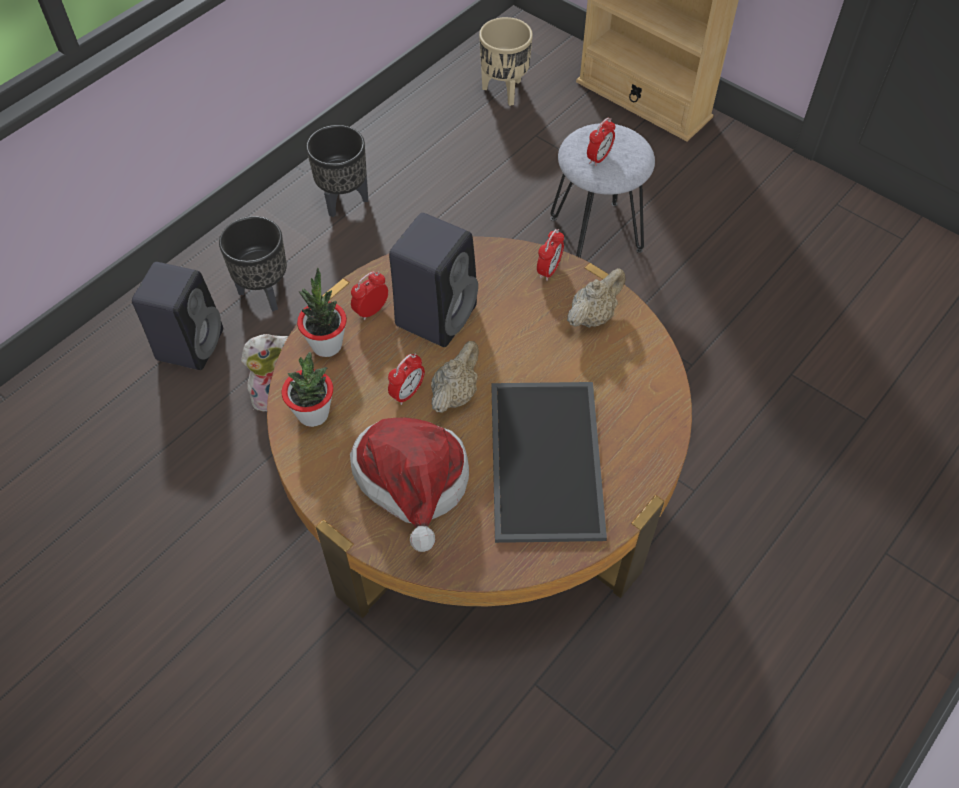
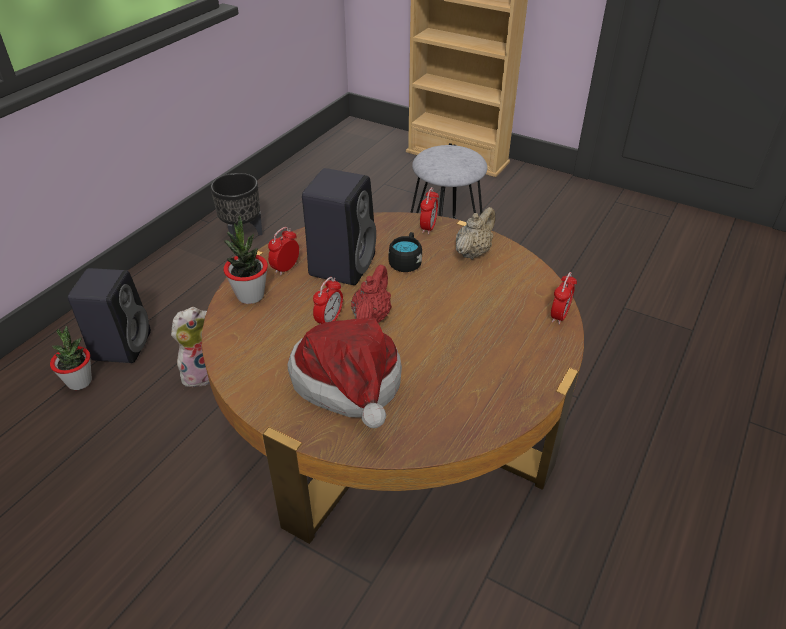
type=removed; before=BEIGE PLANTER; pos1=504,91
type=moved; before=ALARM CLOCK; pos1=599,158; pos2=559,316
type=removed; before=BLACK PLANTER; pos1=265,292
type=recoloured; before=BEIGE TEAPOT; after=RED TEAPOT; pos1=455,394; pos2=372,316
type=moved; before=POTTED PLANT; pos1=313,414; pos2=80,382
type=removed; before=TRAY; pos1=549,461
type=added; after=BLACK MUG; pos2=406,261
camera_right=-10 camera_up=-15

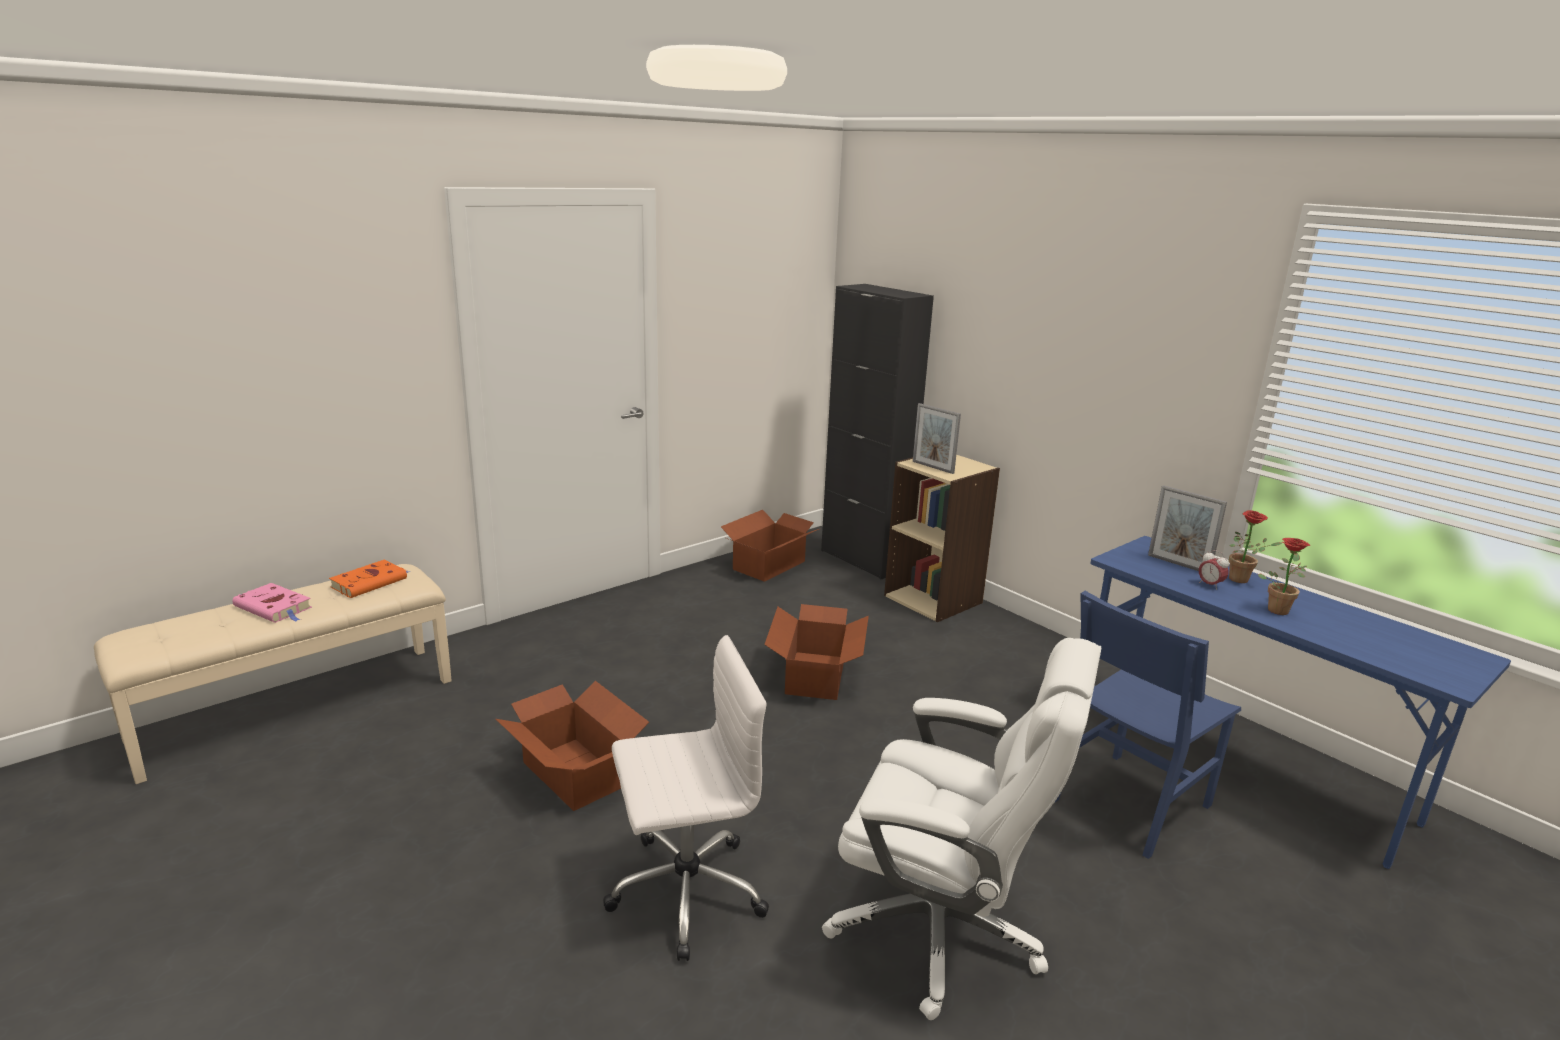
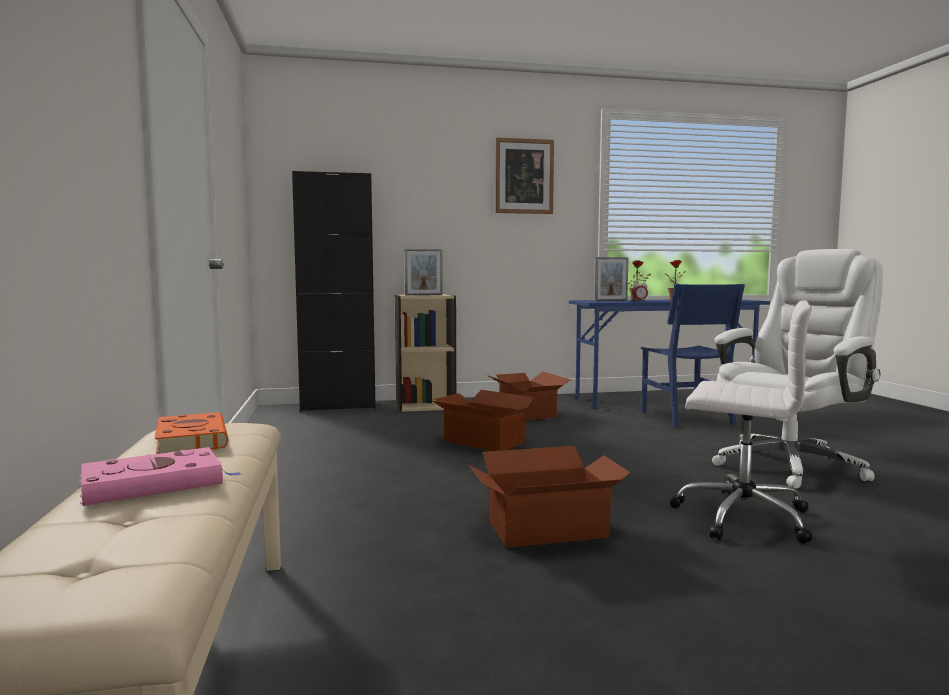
type=moved; before=CARDBOARD BOX; pos1=770,565; pos2=527,412
type=turned; before=WHITE OFFICE CHAIR; pos1=684,891; pos2=740,516; turn=105
type=added; after=PICTURE; pos2=524,176
camera_right=-60 camera_up=-15

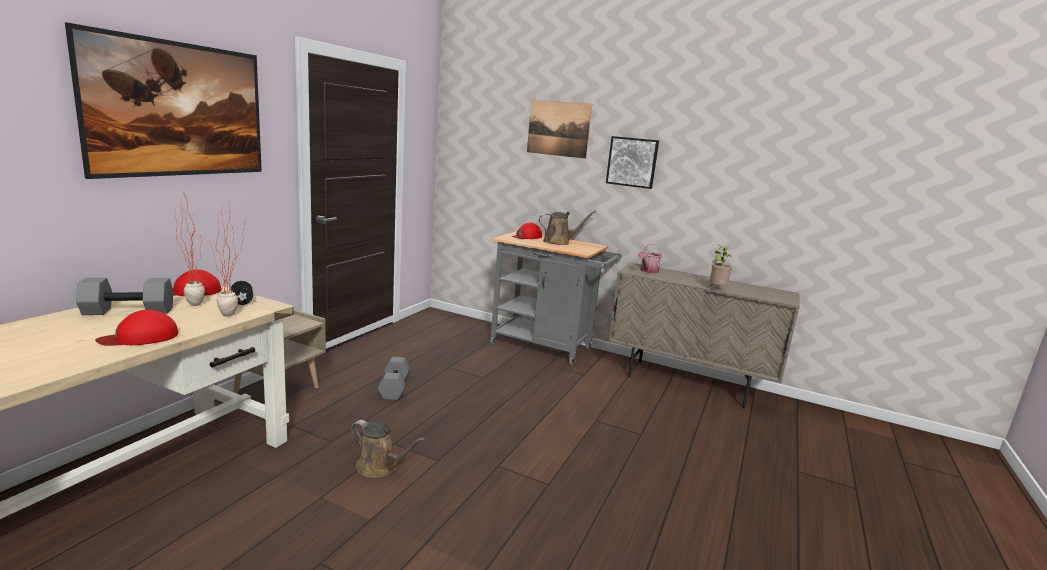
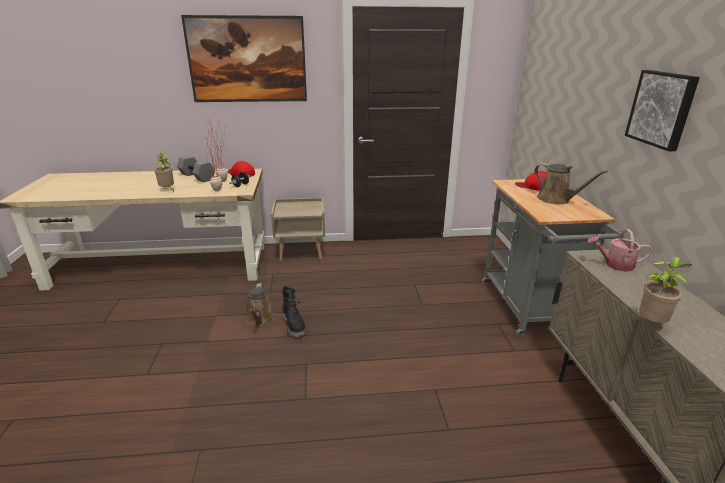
type=removed; before=PICTURE; pos1=558,128
type=replaced; before=RED CAP; after=POTTED PLANT; pos1=140,337; pos2=167,190
type=removed; before=GREY DUMBBELL; pos1=394,388
type=added; after=BLACK BOOT; pos2=294,325
camera_right=60 camera_up=10

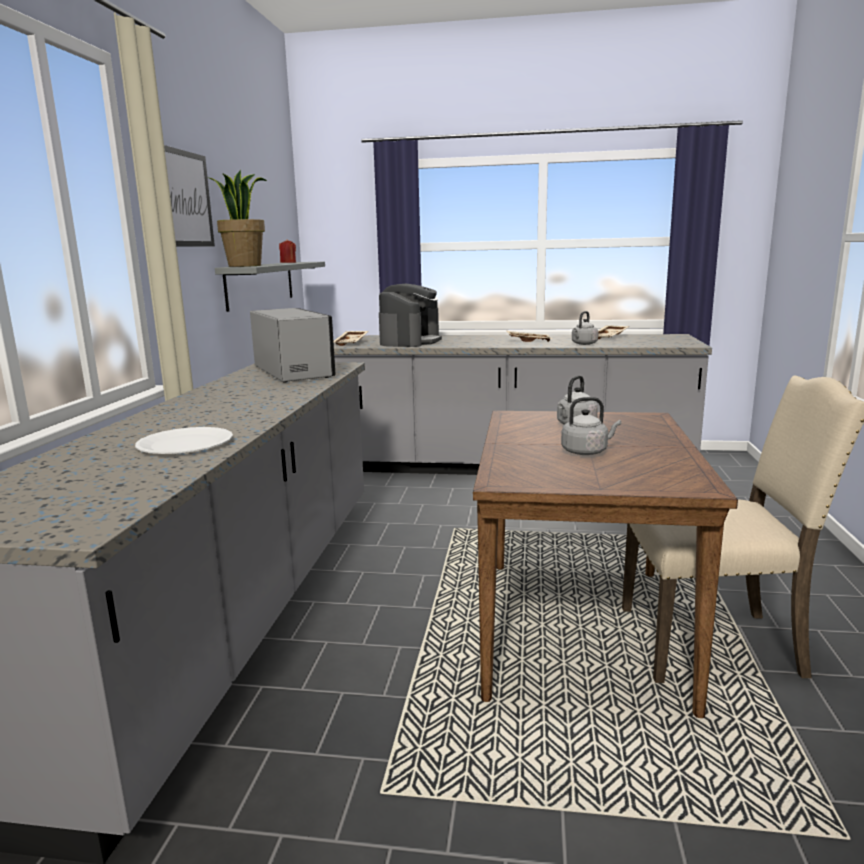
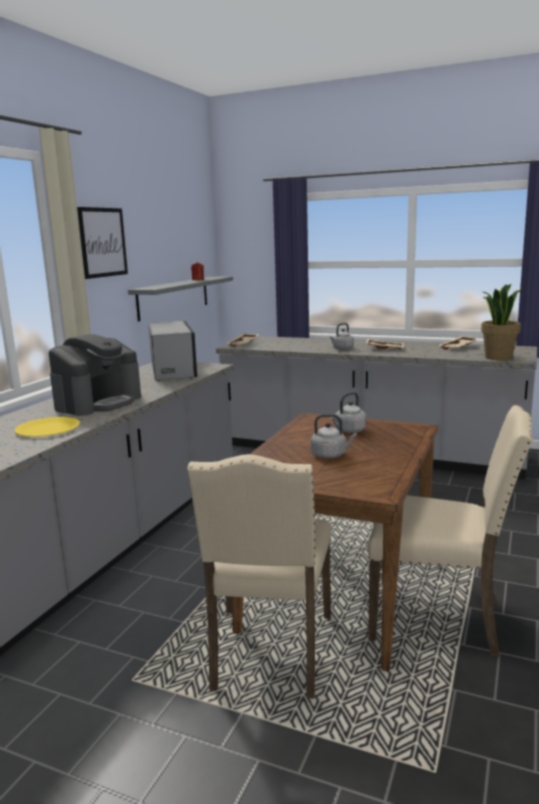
type=moved; before=POTTED PLANT; pos1=244,266; pos2=498,357
type=moved; before=COFFEE MACHINE; pos1=410,341; pos2=98,403
type=moved; before=GREY KETTLE; pos1=583,344; pos2=342,349
type=recoloured; before=WHITE PLATE; after=YELLOW PLATE; pos1=185,444; pos2=48,429
type=added; after=BEIGE CHAIR; pos2=270,653
camera_right=15 camera_up=0

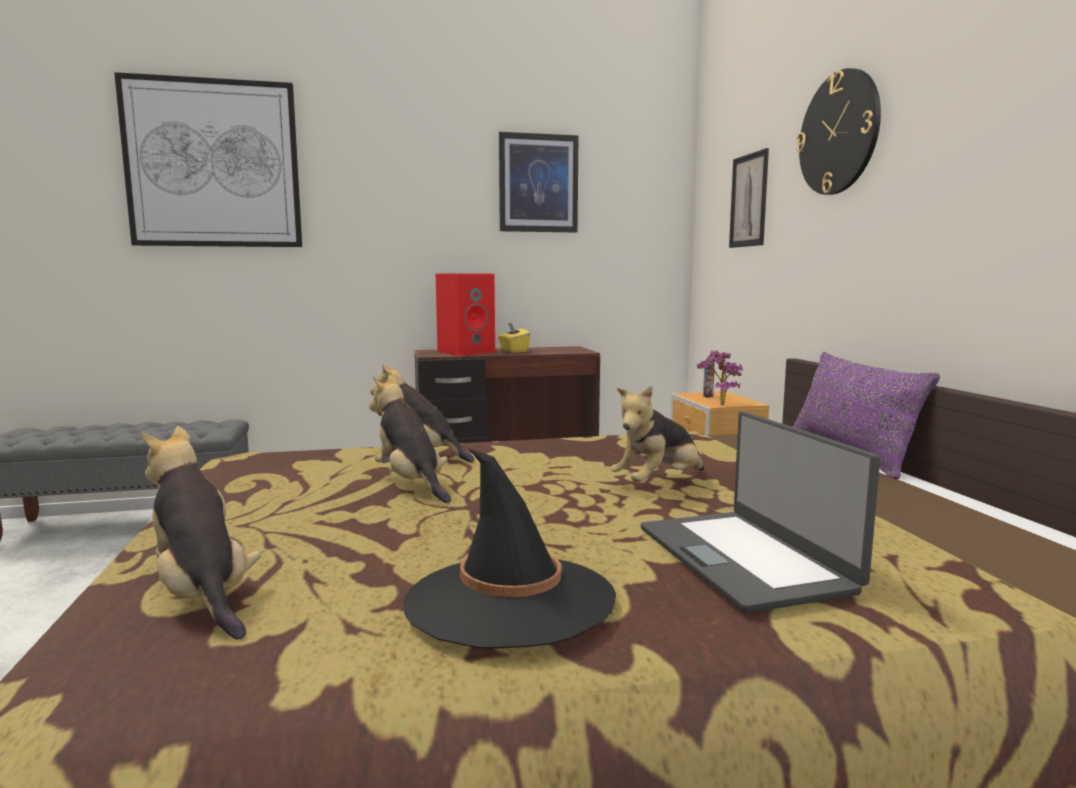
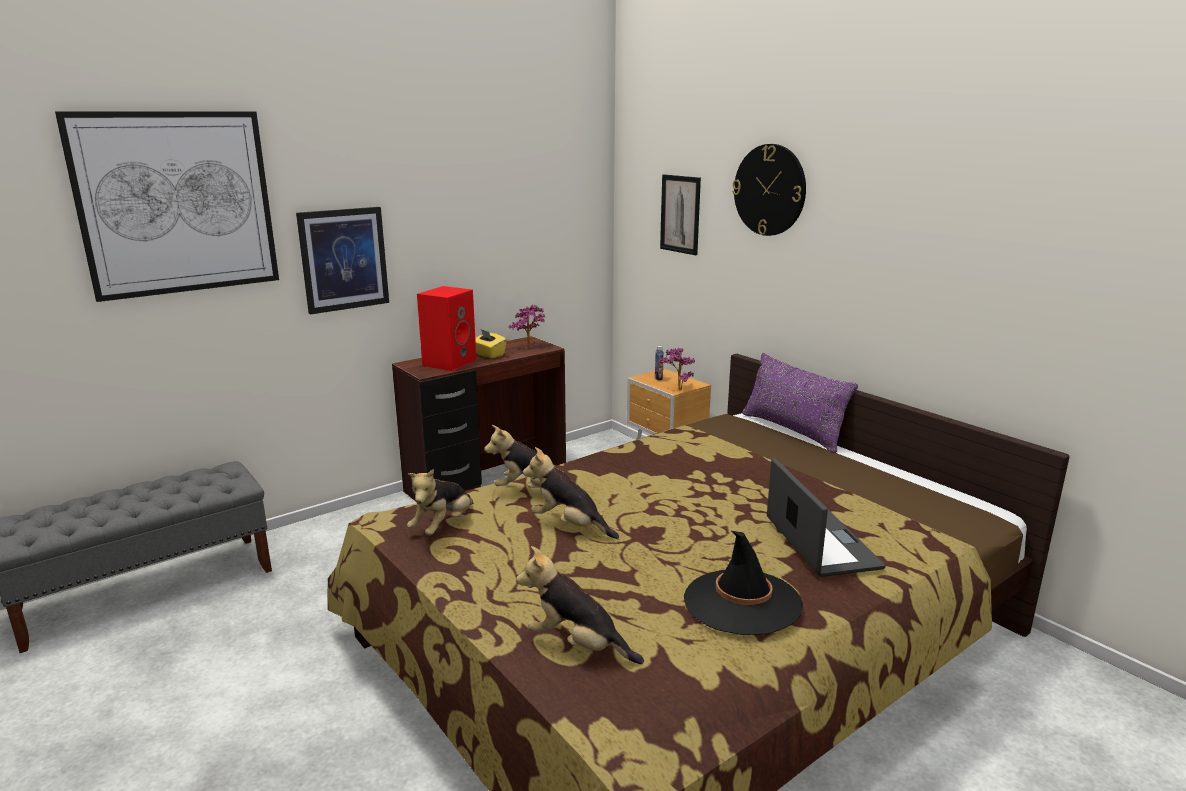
type=moved; before=PICTURE; pos1=538,183; pos2=344,259
type=moved; before=PLUSH TOY; pos1=658,483; pos2=443,526
type=turned; before=LAPTOP; pos1=744,558; pos2=820,543; turn=-150
type=added; after=POTTED PLANT; pos2=530,345
camera_right=-25 camera_up=10

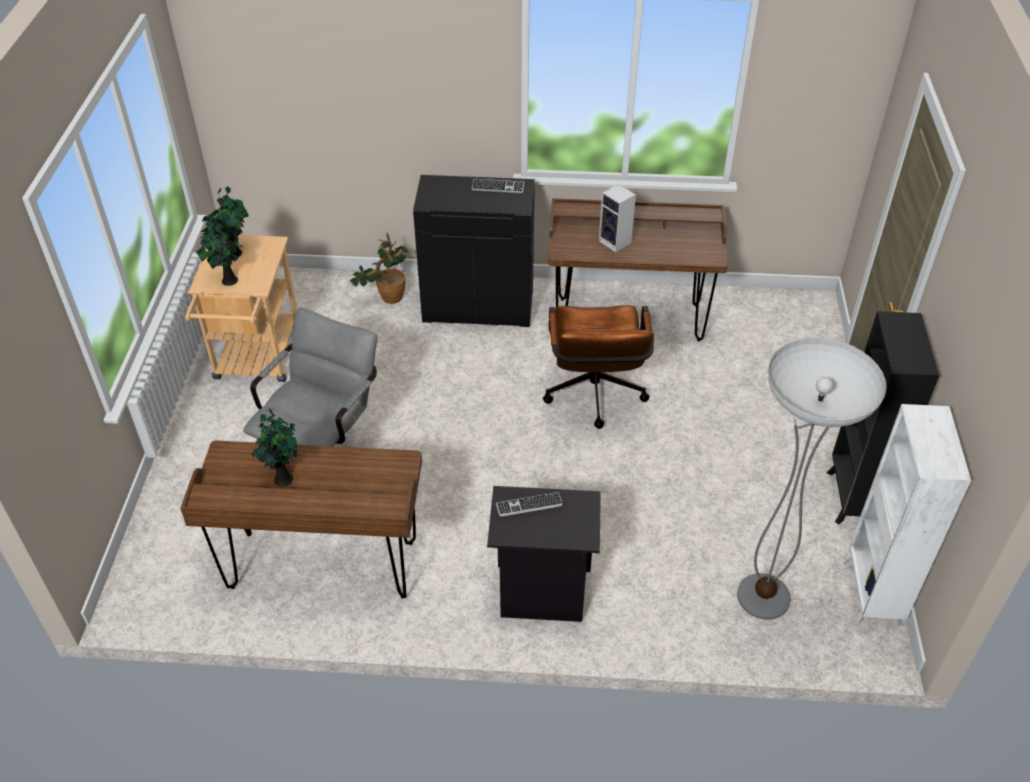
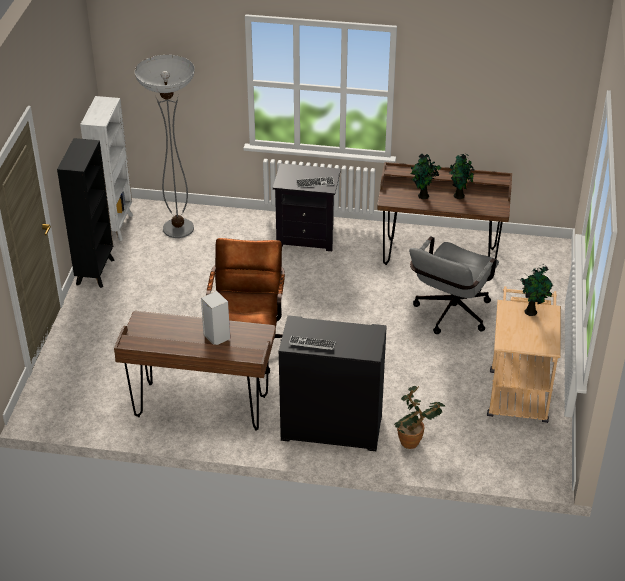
type=moved; before=POTTED PLANT; pos1=235,252; pos2=423,196
camera_right=-175 camera_up=-5

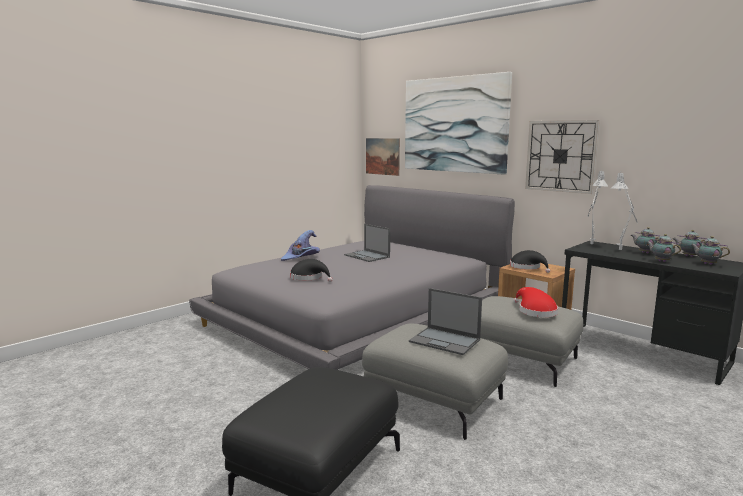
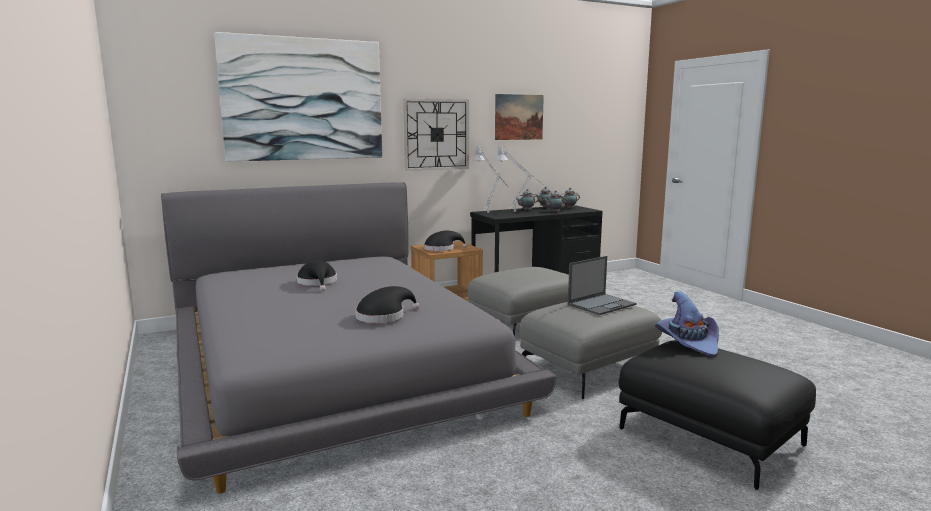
type=moved; before=PICTURE; pos1=382,156; pos2=519,117
type=replaced; before=LAPTOP; after=BLACK HAT; pos1=367,256; pos2=318,283
type=moved; before=PURPLE HAT; pos1=301,257; pos2=688,342
type=removed; before=RED HAT; pos1=535,311
camera_right=-70 camera_up=0

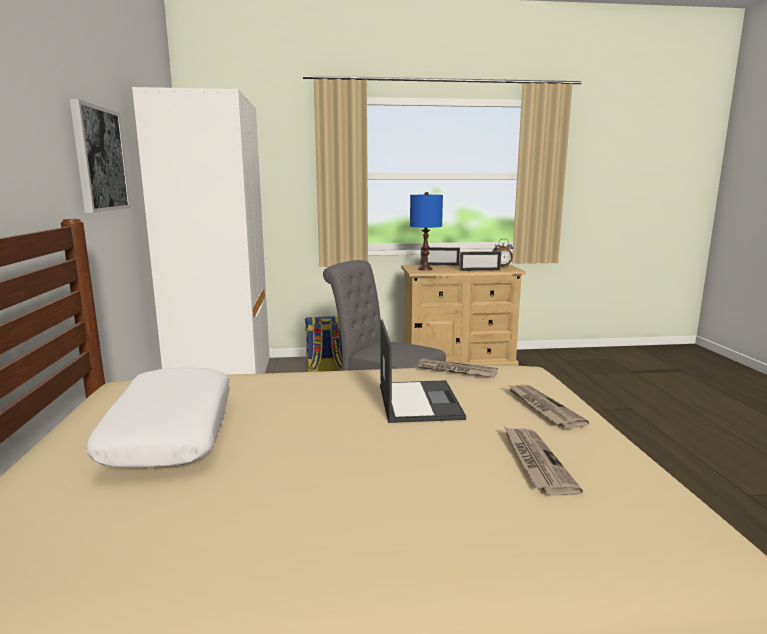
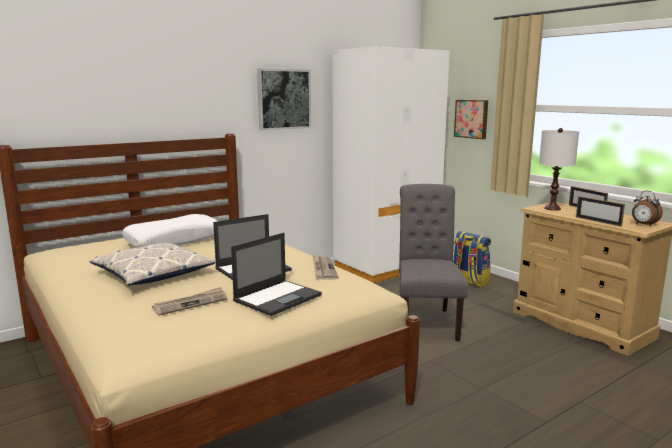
type=recoloured; before=BLUE TABLE LAMP; after=WHITE TABLE LAMP; pos1=424,269; pos2=552,208
type=replaced; before=NEWSPAPER; after=LAPTOP; pos1=542,408; pos2=278,297
type=added; after=PICTURE; pos2=472,118
type=added; after=PILLOW; pos2=153,273
camera_right=60 camera_up=0

